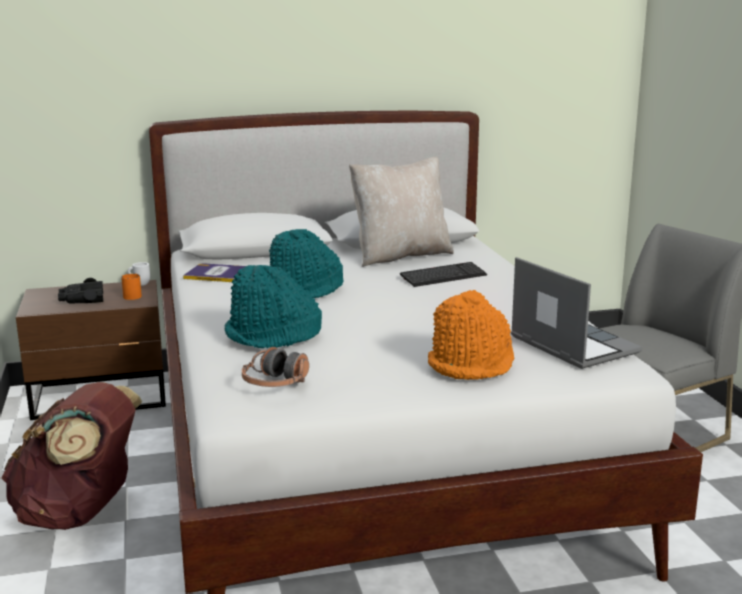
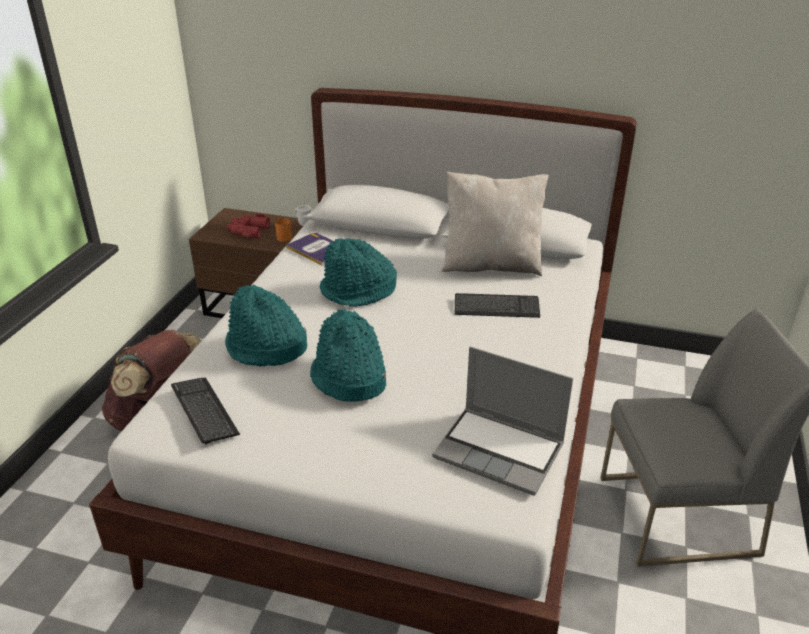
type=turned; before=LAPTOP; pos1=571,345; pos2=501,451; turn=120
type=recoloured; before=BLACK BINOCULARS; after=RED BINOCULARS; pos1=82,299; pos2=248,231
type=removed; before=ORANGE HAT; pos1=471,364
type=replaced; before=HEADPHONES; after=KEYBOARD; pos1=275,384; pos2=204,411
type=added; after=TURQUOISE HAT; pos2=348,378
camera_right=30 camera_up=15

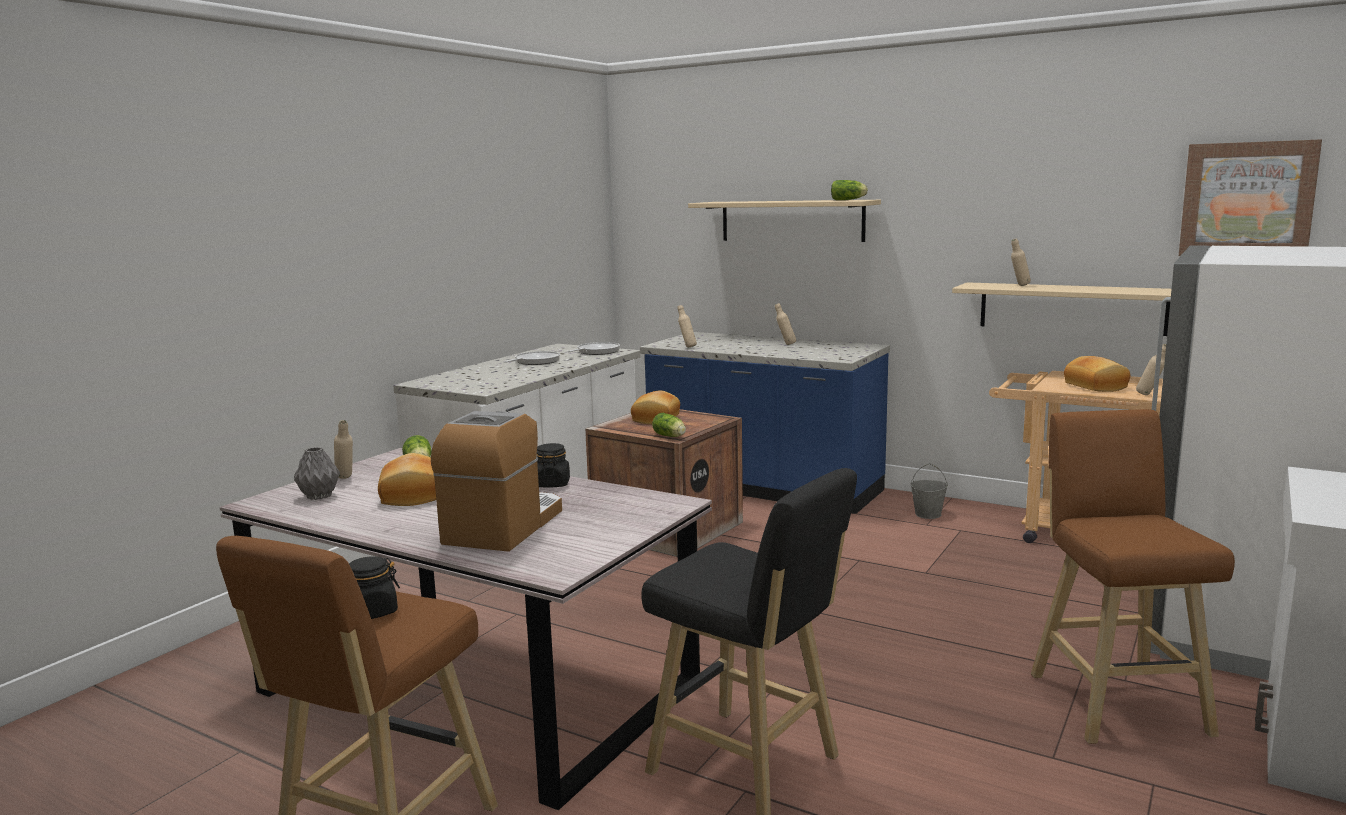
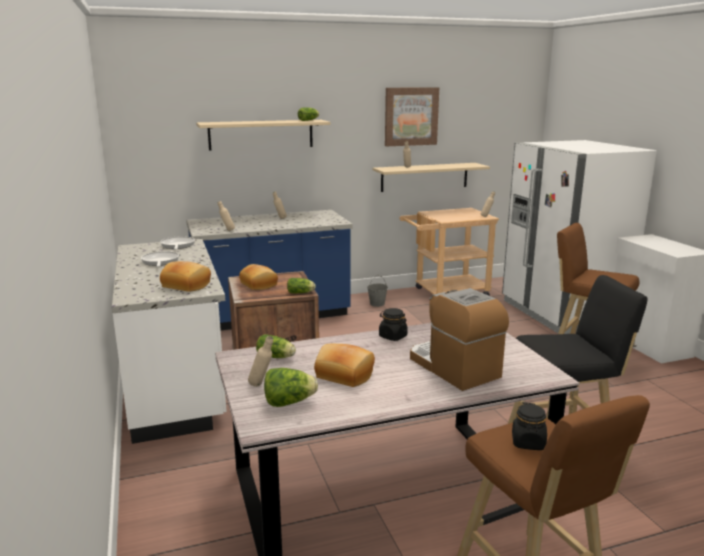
type=moved; before=PICTURE; pos1=1247,199; pos2=411,116
type=moved; before=BREAD; pos1=1096,386; pos2=187,285
type=replaced; before=GREY VASE; after=LETTUCE; pos1=320,496; pos2=289,402
camera_right=-50 camera_up=5

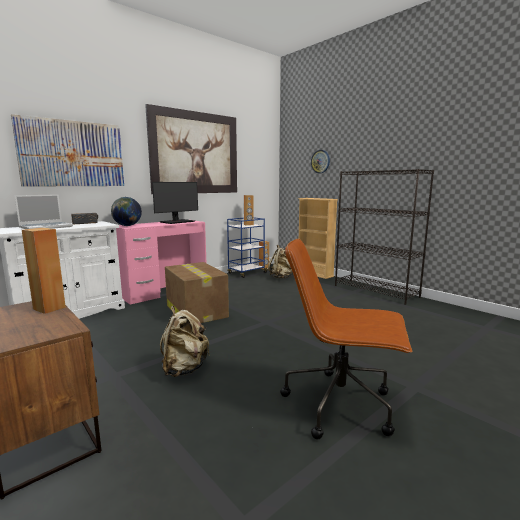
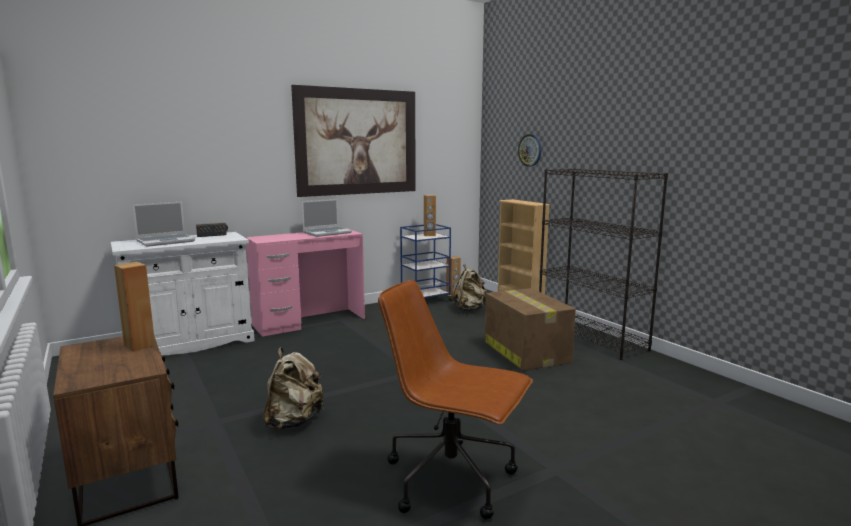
type=removed; before=PICTURE; pos1=73,154
type=replaced; before=MONITOR; after=LAPTOP; pos1=177,222; pos2=327,232
type=removed; before=GLOBE; pos1=127,226
type=moved; before=CARDBOARD BOX; pos1=196,311; pos2=525,351
camera_right=10 camera_up=0

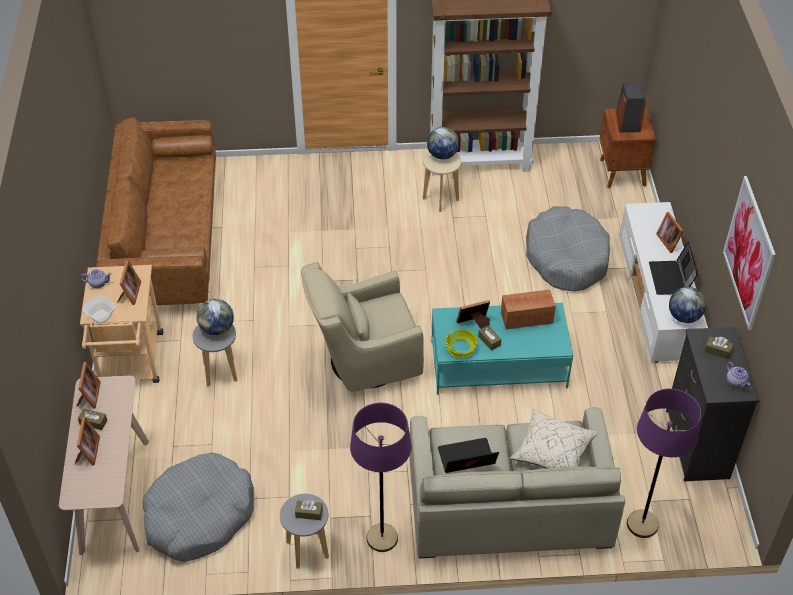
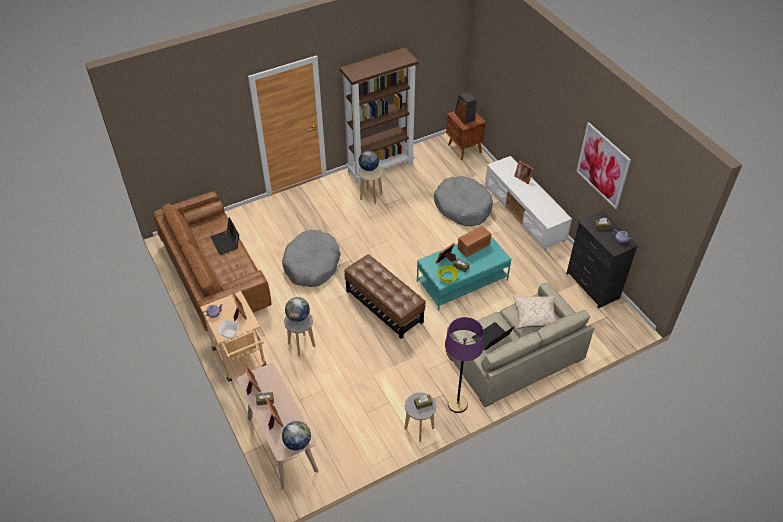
type=moved; before=LAPTOP; pos1=671,279; pos2=226,242
type=replaced; before=BEIGE ARMCHAIR; after=BROWN OTTOMAN; pos1=363,361; pos2=384,307
type=moved; before=GLOBE; pos1=684,316; pos2=297,442
type=removed; before=PURPLE FLOOR LAMP; pos1=642,524
type=moved; before=GREY DOG BED; pos1=199,515; pos2=312,265
camera_right=-25 camera_up=0

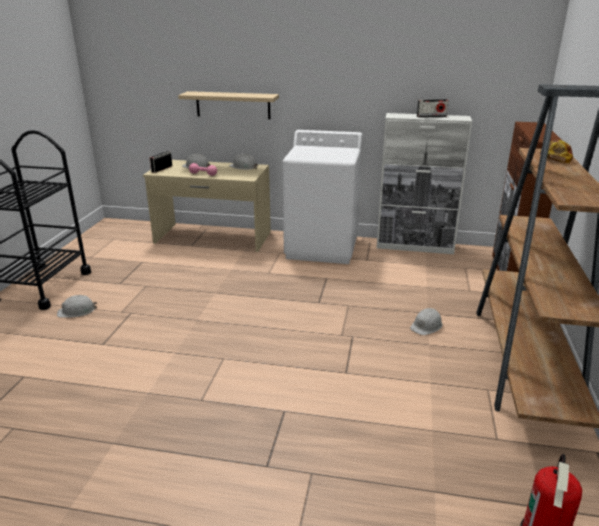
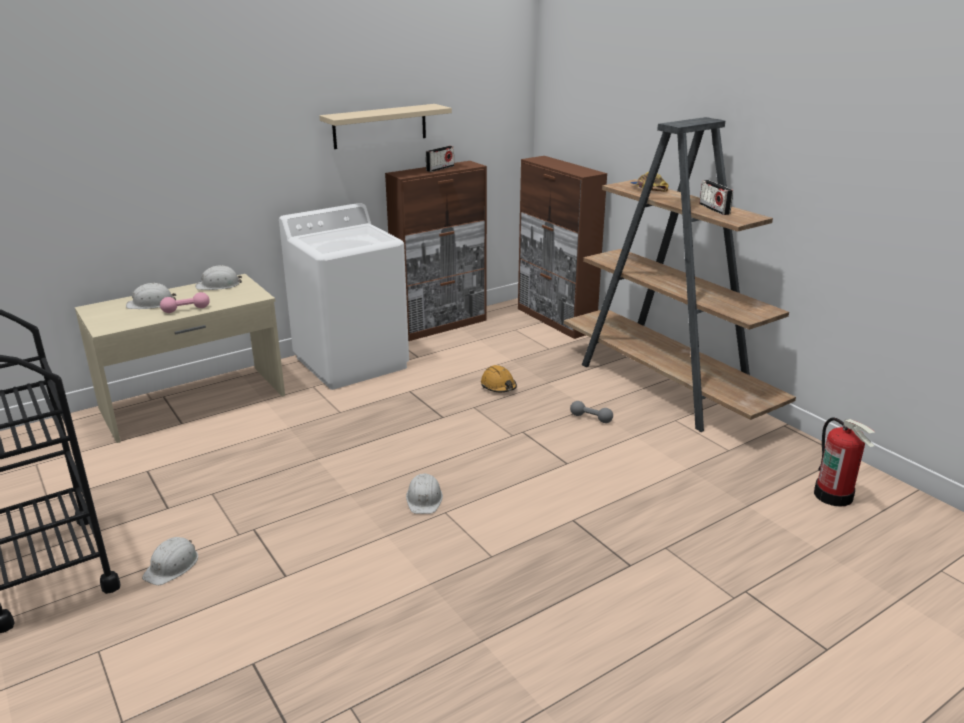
type=moved; before=BEIGE SHELF; pos1=233,105; pos2=380,126
type=recoloured; before=WHITE CABINET; after=BROWN CABINET; pos1=415,246; pos2=441,325
type=moved; before=RADIO; pos1=161,169; pos2=714,209
type=moved; before=WHITE HARD HAT; pos1=426,326; pos2=424,499
type=added; after=ORANGE HARD HAT; pos2=498,386
type=added; after=GREY DUMBBELL; pos2=591,418
camera_right=-45 camera_up=0

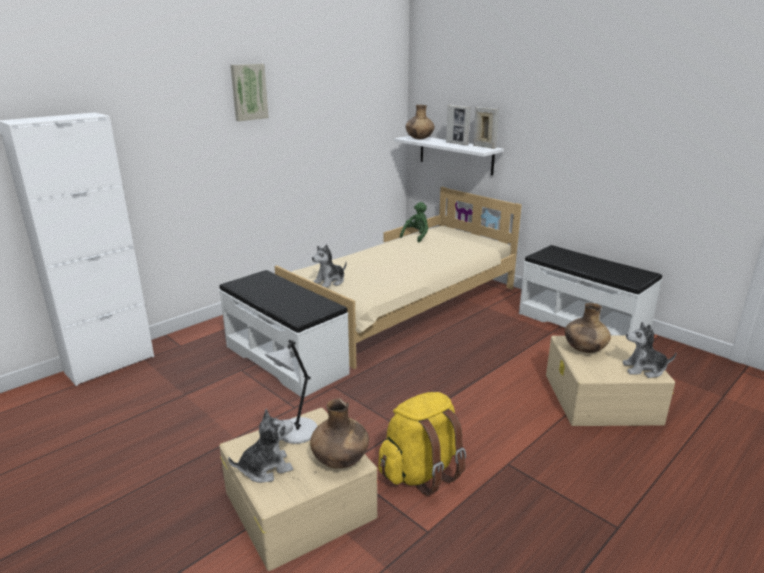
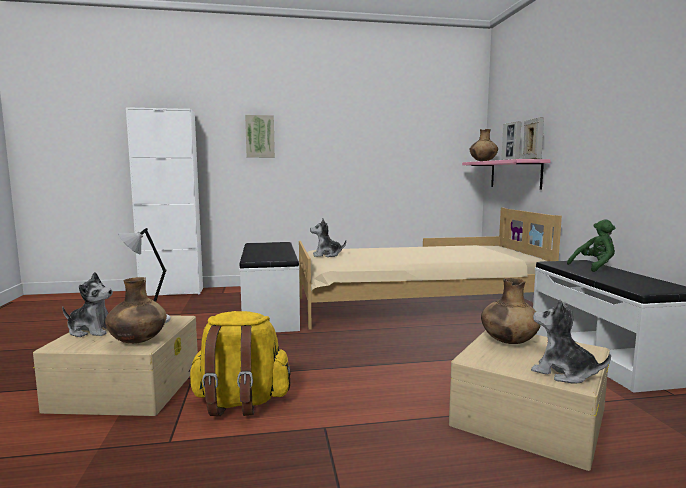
type=moved; before=PICTURE; pos1=248,92; pos2=260,136
type=recoloured; before=WHITE SHELF; after=PINK SHELF; pos1=455,154; pos2=515,174
type=moved; before=GREEN PLUSH TOY; pos1=416,236; pos2=594,267
camera_right=35 camera_up=-15

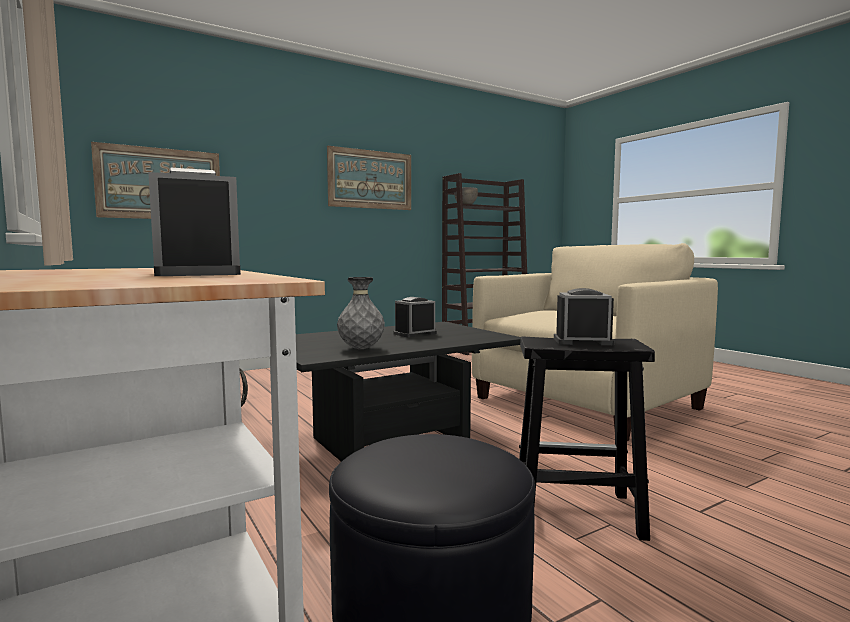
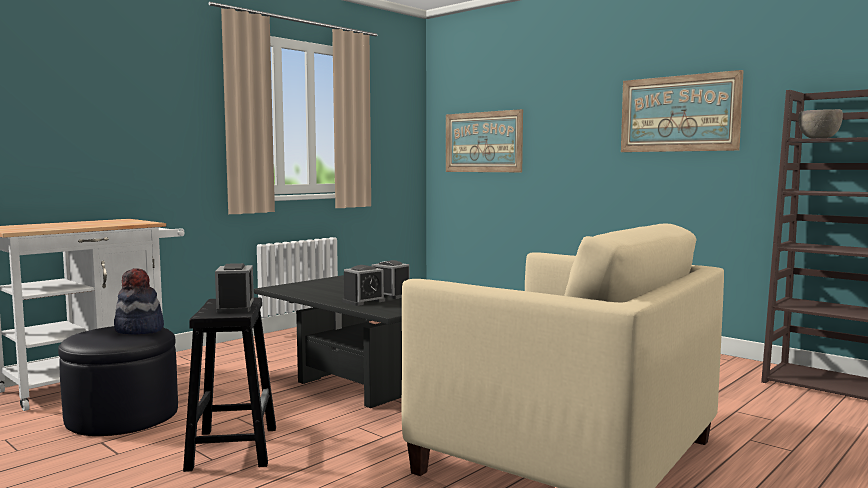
type=moved; before=ALARM CLOCK; pos1=197,273; pos2=364,301
type=removed; before=GREY VASE; pos1=361,348
type=added; after=HAT; pos2=139,330
camera_right=75 camera_up=0

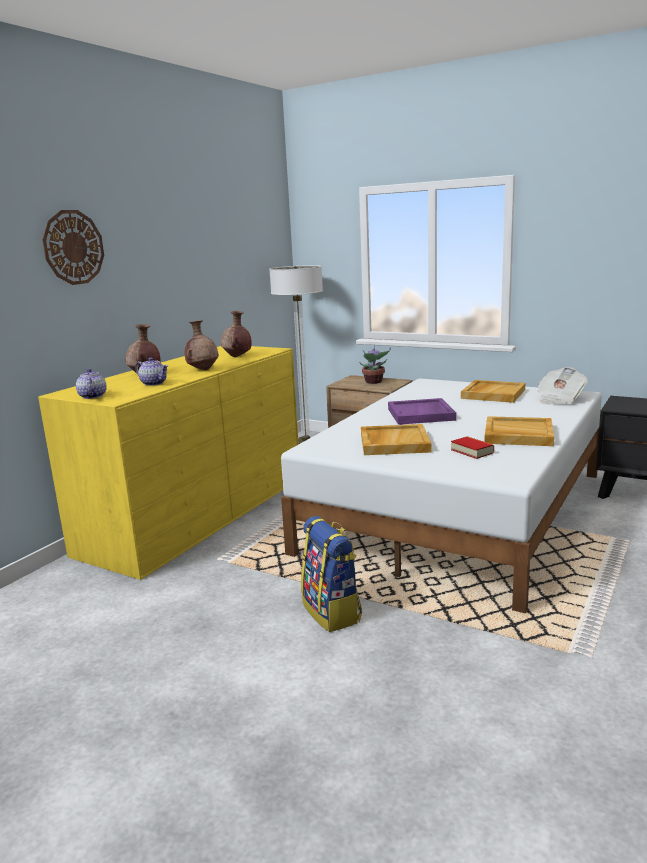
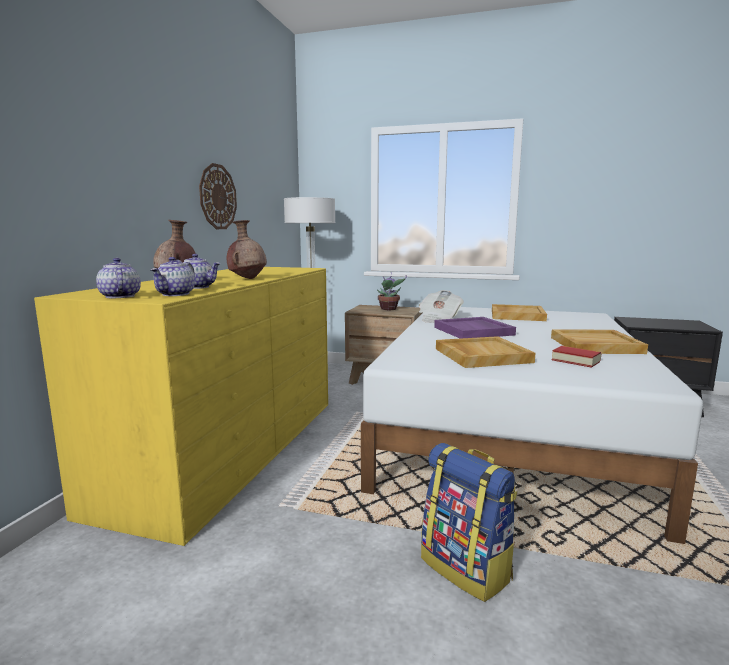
type=moved; before=WALL CLOCK; pos1=73,247; pos2=217,197
type=removed; before=BROWN VASE; pos1=237,356
type=moved; before=NEWSPAPER; pos1=559,399; pos2=438,319
type=added; after=TEAPOT; pos2=176,294
camera_right=-15 camera_up=-5

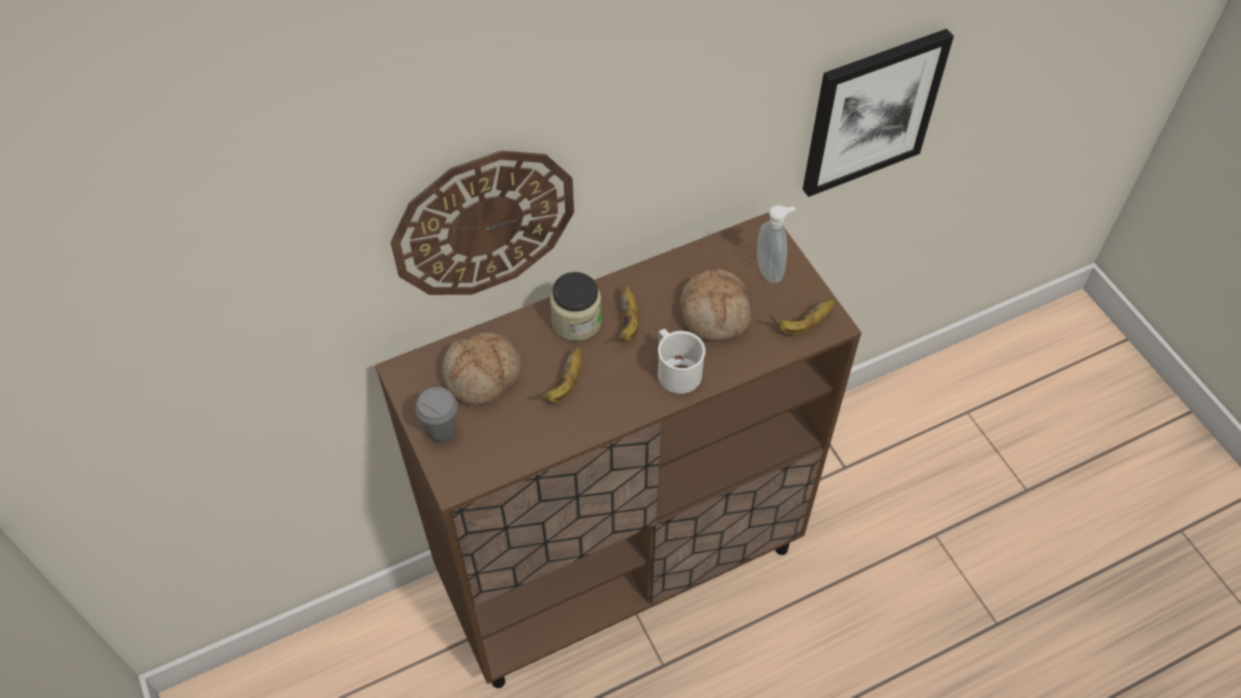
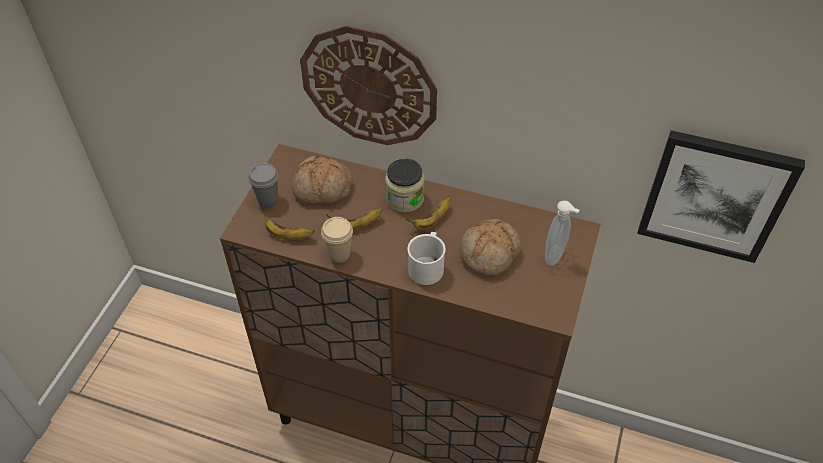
type=moved; before=BANANA; pos1=803,325; pos2=288,236
type=added; after=BEIGE CUP; pos2=339,254
camera_right=45 camera_up=-5

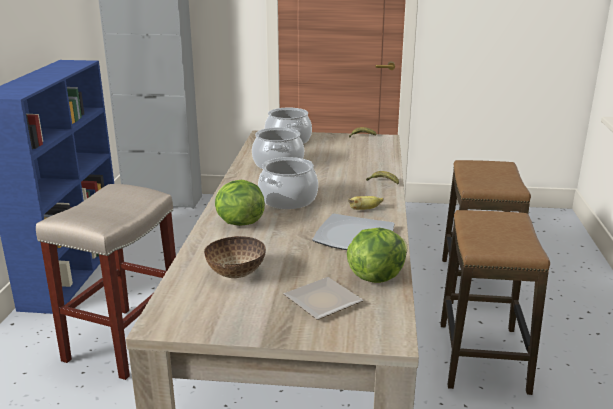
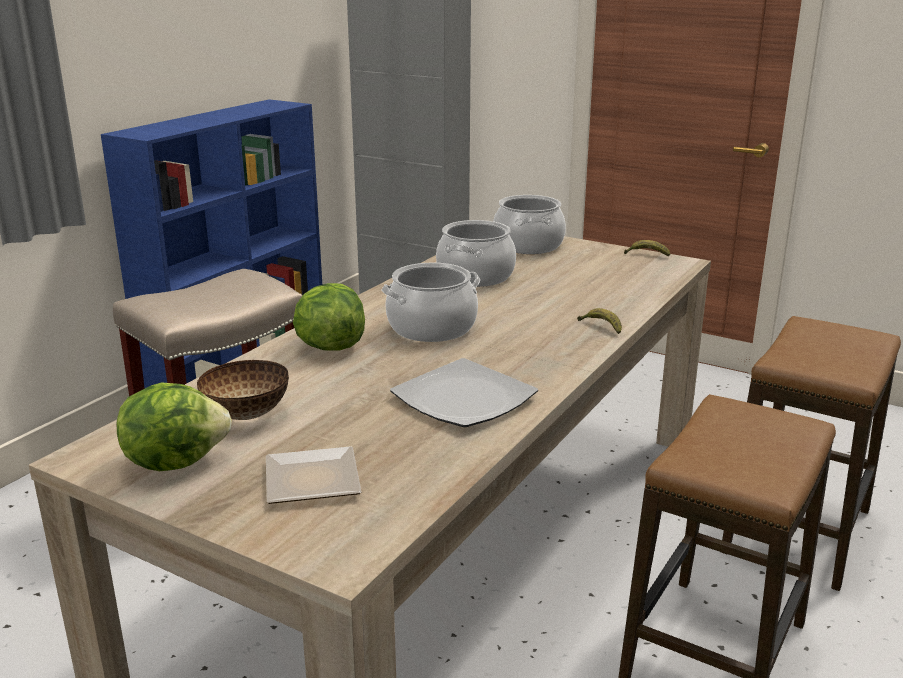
type=removed; before=BANANA; pos1=364,209
type=moved; before=LETTUCE; pos1=376,276; pos2=175,461
camera_right=25 camera_up=0

